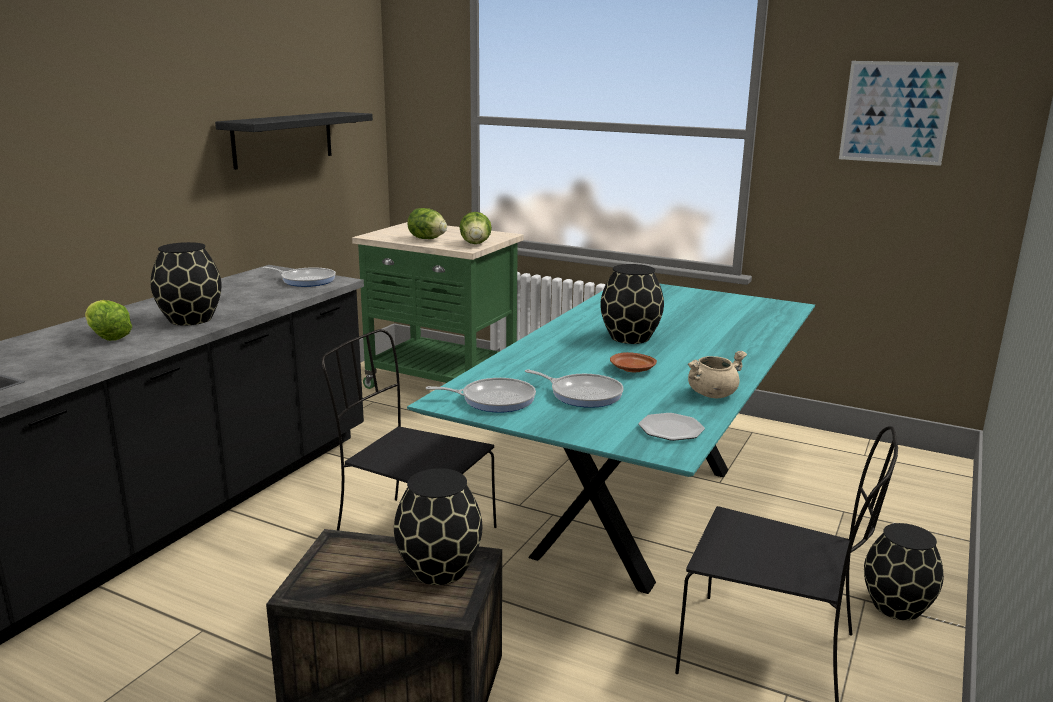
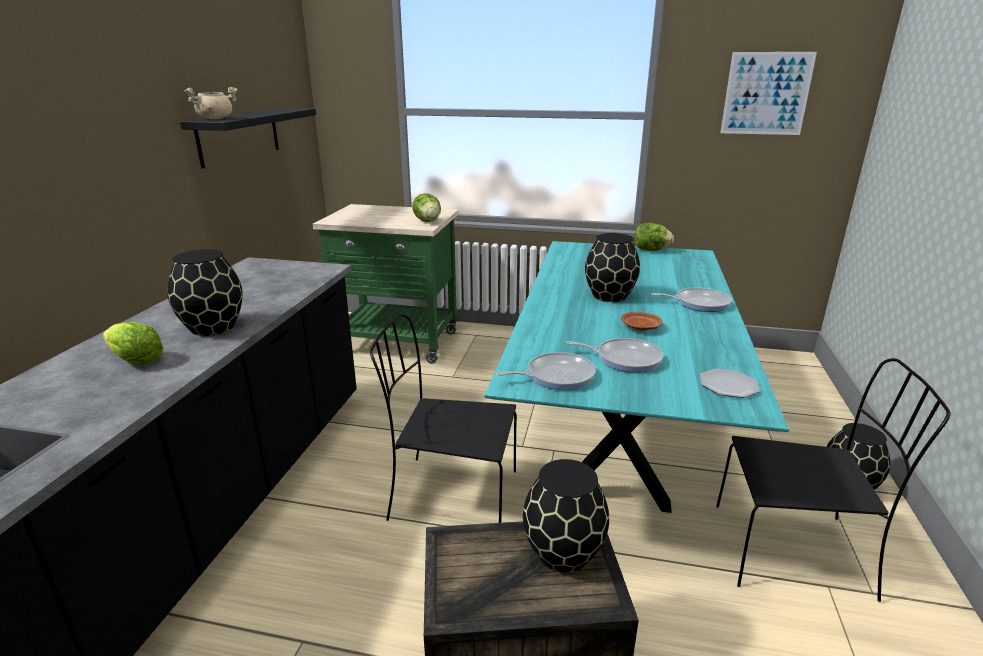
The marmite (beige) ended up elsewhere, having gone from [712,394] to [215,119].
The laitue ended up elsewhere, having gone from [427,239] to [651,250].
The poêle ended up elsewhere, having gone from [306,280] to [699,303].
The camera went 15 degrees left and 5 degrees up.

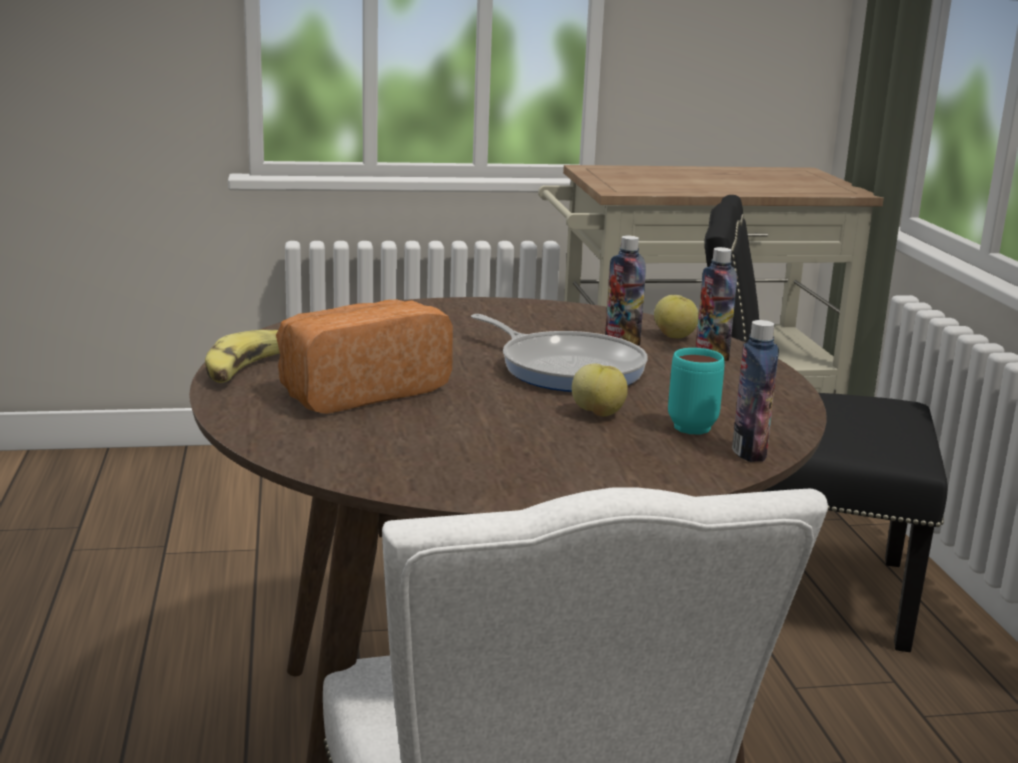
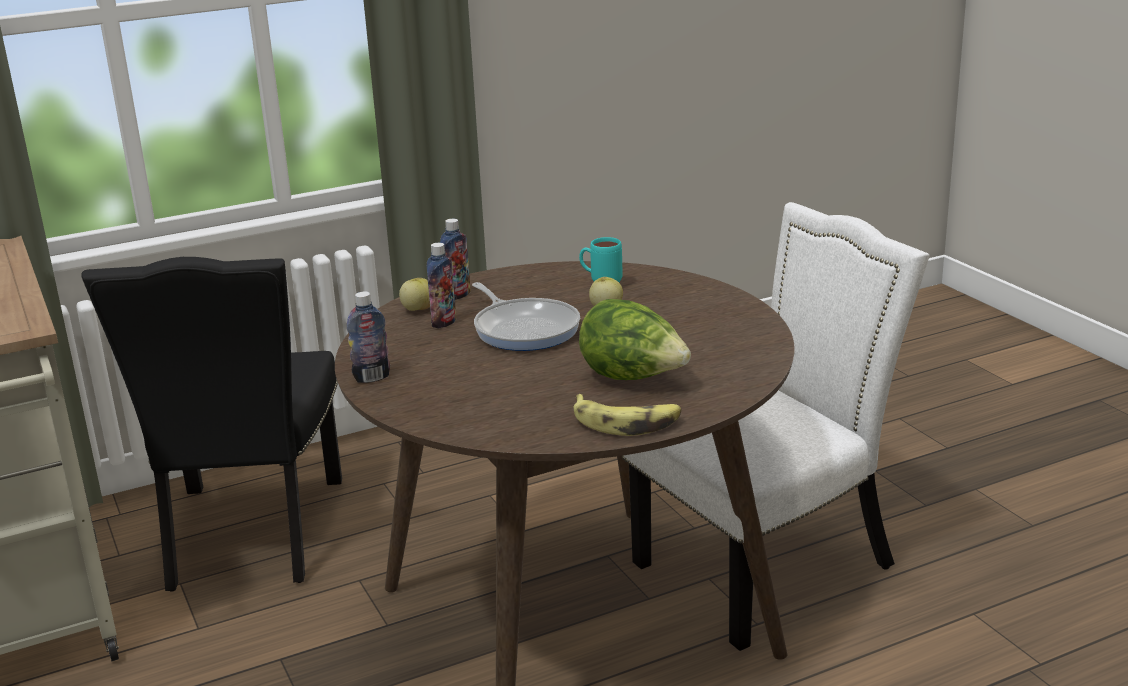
The bouteille ended up elsewhere, having gone from [749,452] to [372,377].
The poêle at [567,368] ended up facing another way, 120 degrees clockwise from before.
Where the pain stood at [359,390], the laitue came to stand at [633,378].
The camera went 105 degrees left and 5 degrees up.

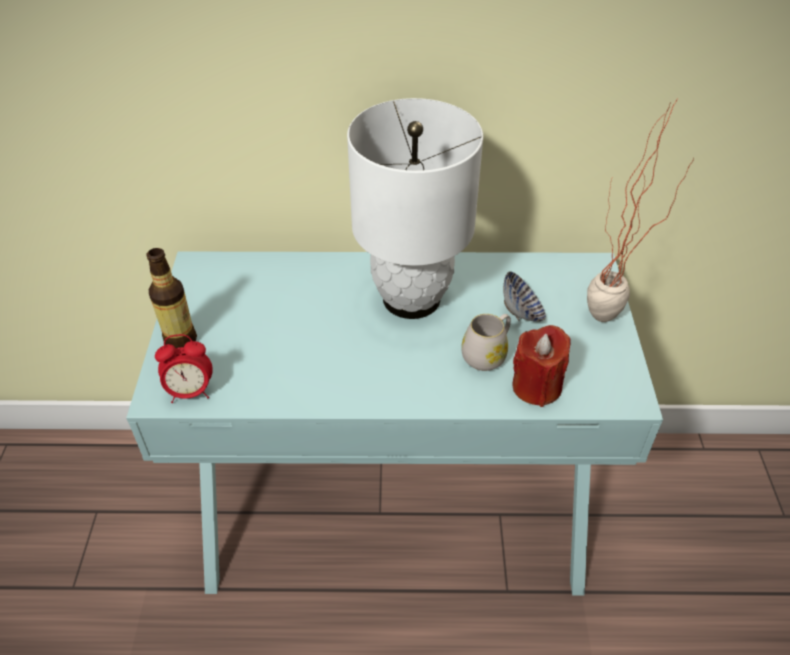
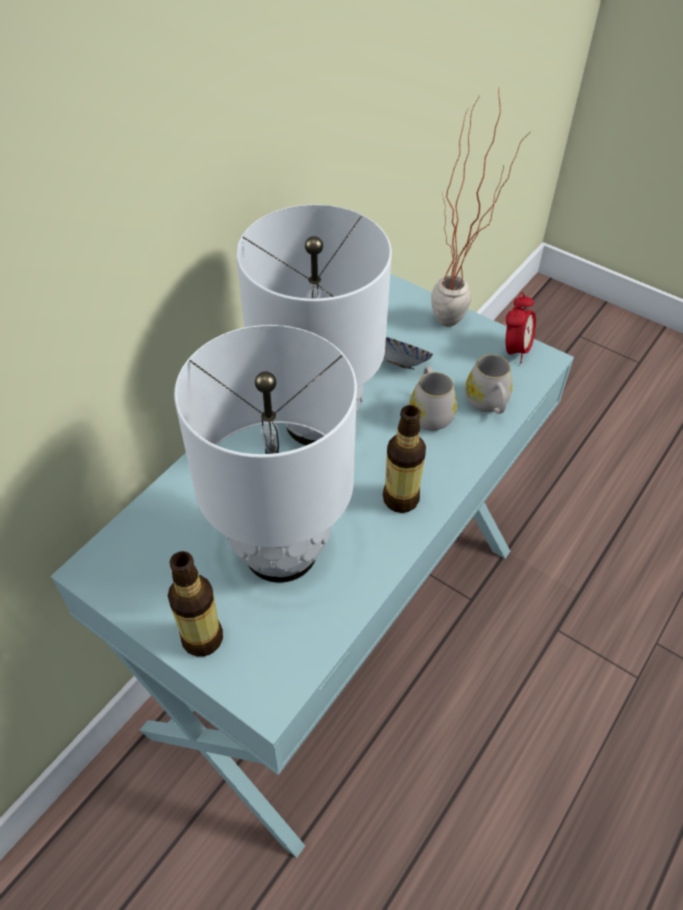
The second view gained the lampe de table (blanc) at [281,551].
The second view gained the bouteille at [400,499].
Where the bougie (rouge) stood at [536,386], the mug (blanc) came to stand at [488,404].
The réveil ended up elsewhere, having gone from [190,392] to [515,350].
The camera went 55 degrees left and 5 degrees up.

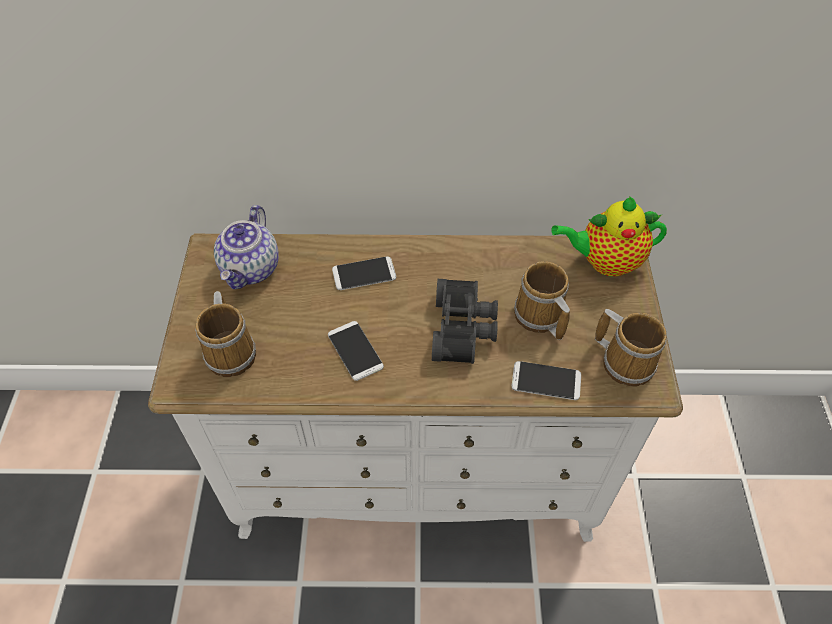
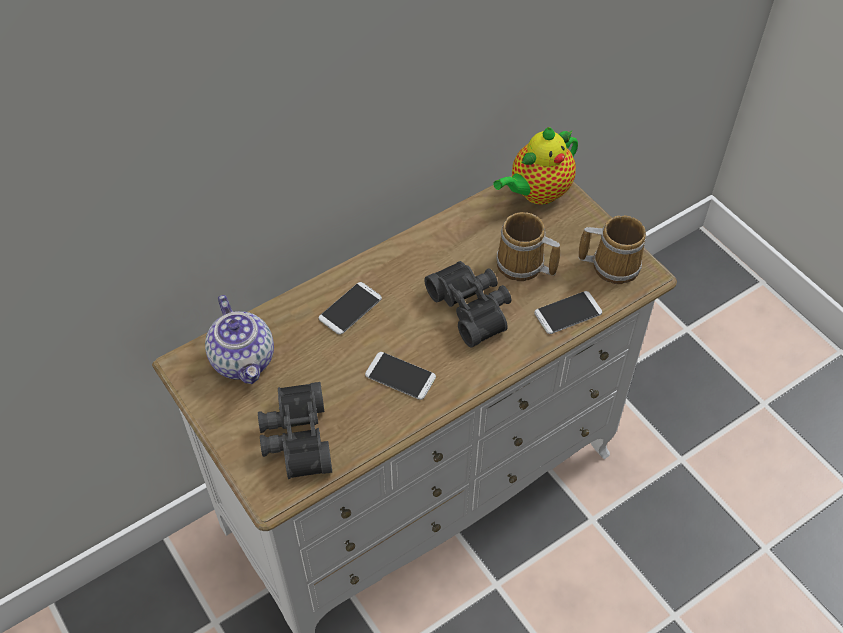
Where the mug stood at [232,352], the jumelles (noir) came to stand at [295,438].
The camera went 35 degrees left and 0 degrees up.

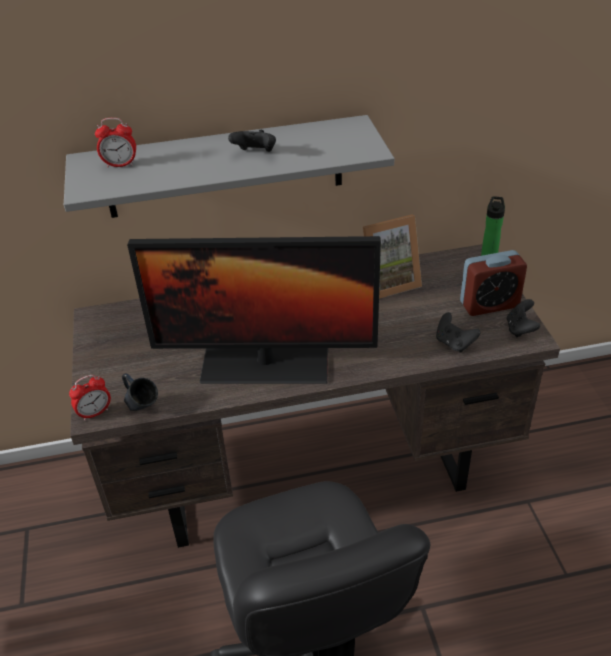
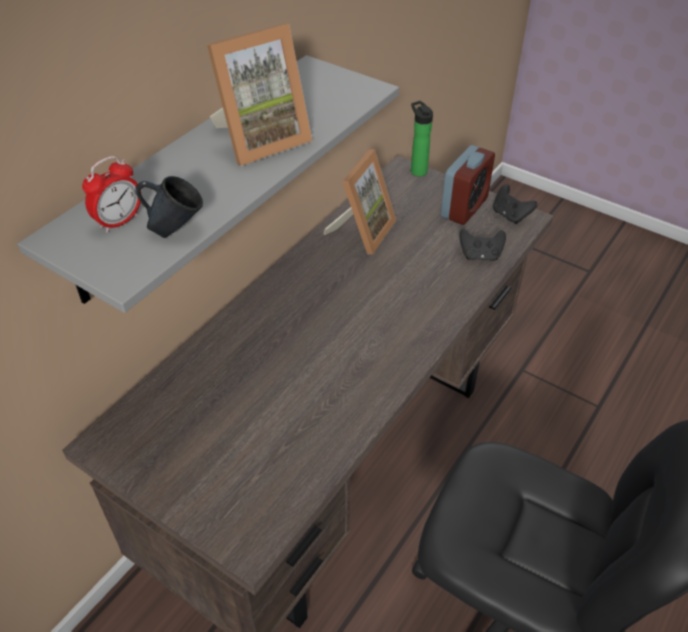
The mug (bleu) ended up elsewhere, having gone from [142,409] to [176,230].
Where the manette (noir) stood at [255,154], the cadre photo came to stand at [261,139].
The second view lost the réveil at [95,413].
The second view lost the écran d'ordinateur at [265,363].
The camera went 45 degrees left and 5 degrees up.

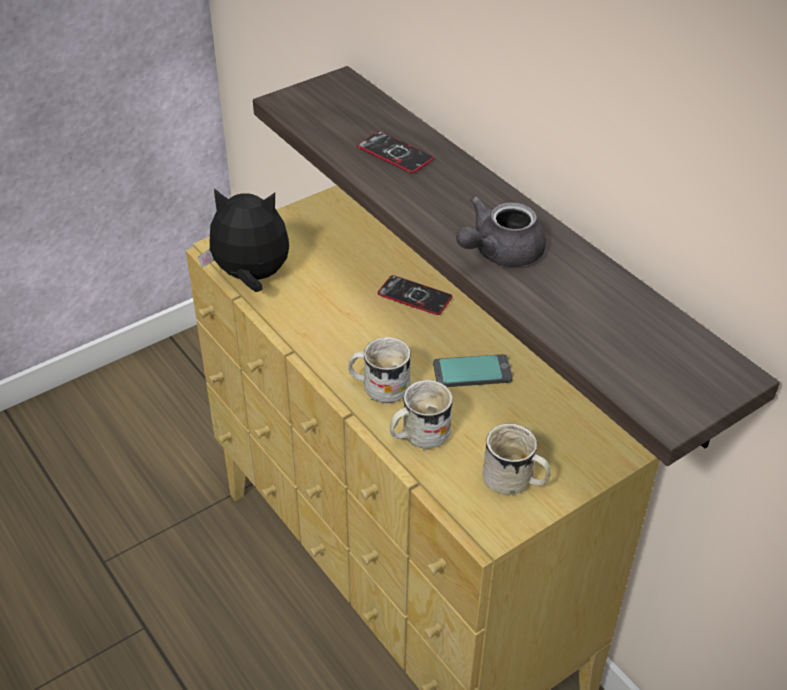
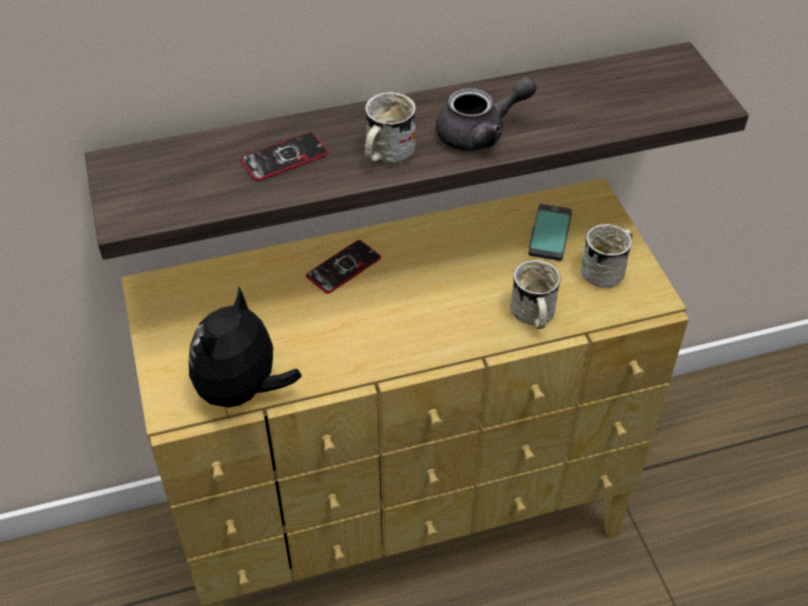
The mug (blanc) ended up elsewhere, having gone from [379,387] to [385,155].
The théière (gris) at [499,253] ended up facing another way, 90 degrees counterclockwise from before.
The téléphone ended up elsewhere, having gone from [472,372] to [549,233].
The camera went 70 degrees left and 5 degrees up.

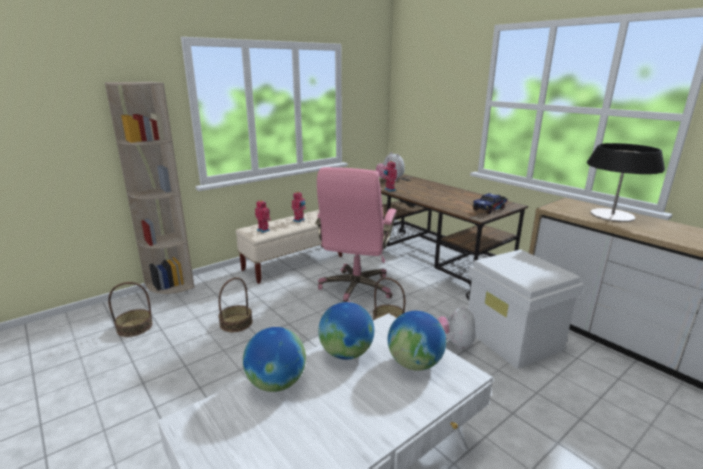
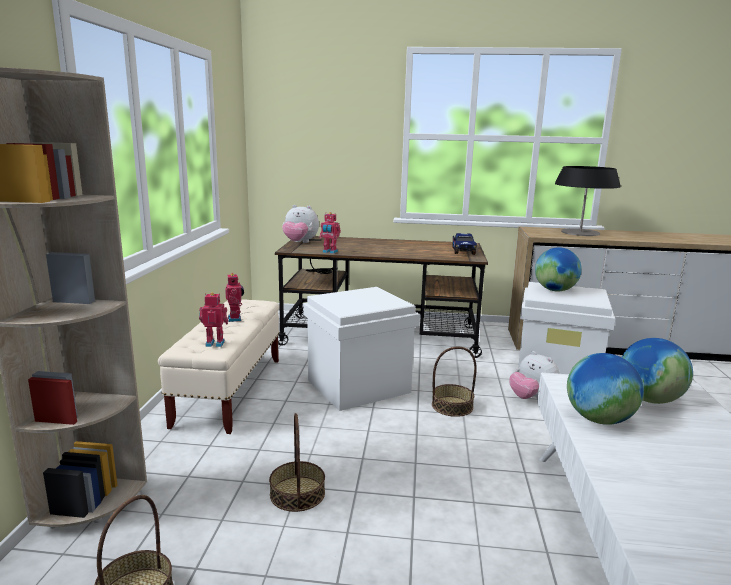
Where the chaise de bureau (rose) stood at [356,287], the boîte de rangement (blanc) came to stand at [358,387].
The globe ended up elsewhere, having gone from [276,383] to [555,290].
The camera went 45 degrees left and 5 degrees down.

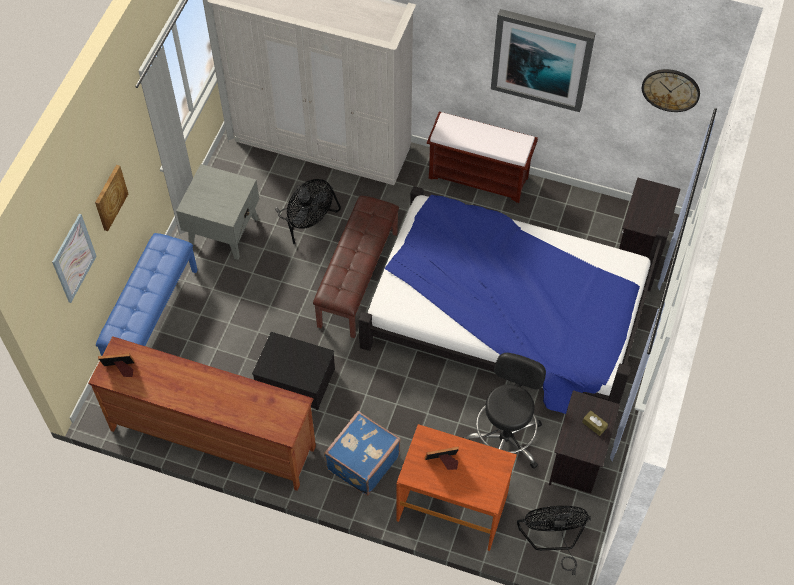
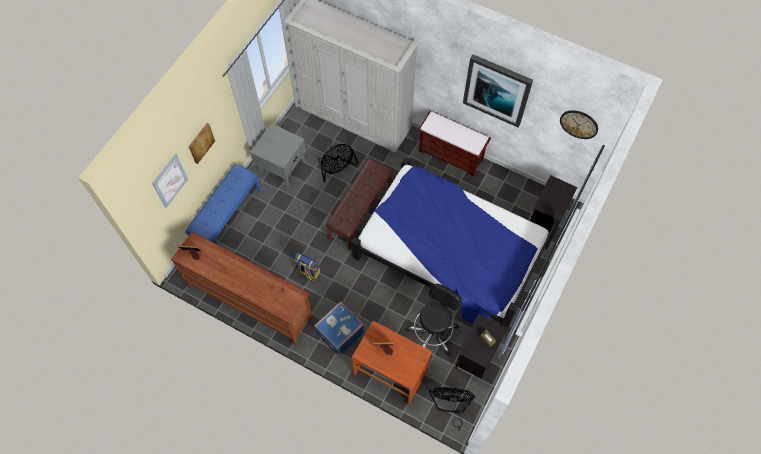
Where the boîte de rangement stood at [295,380], the sac à dos came to stand at [307,272].
The camera went 10 degrees right and 5 degrees up.

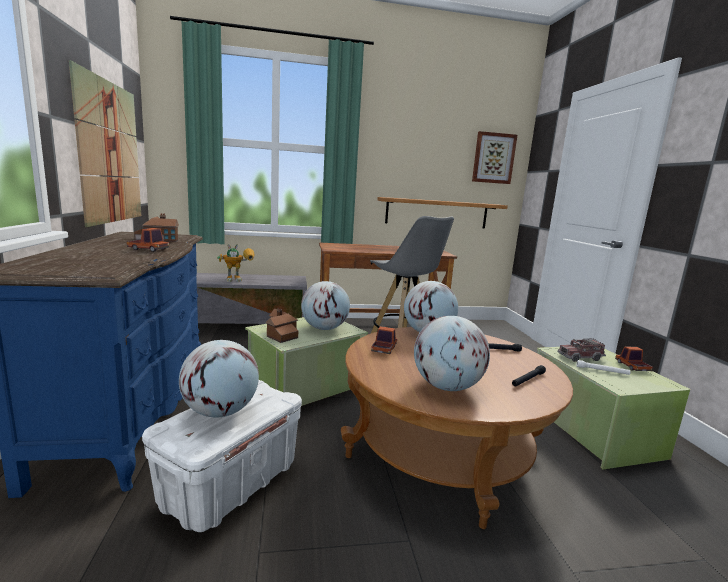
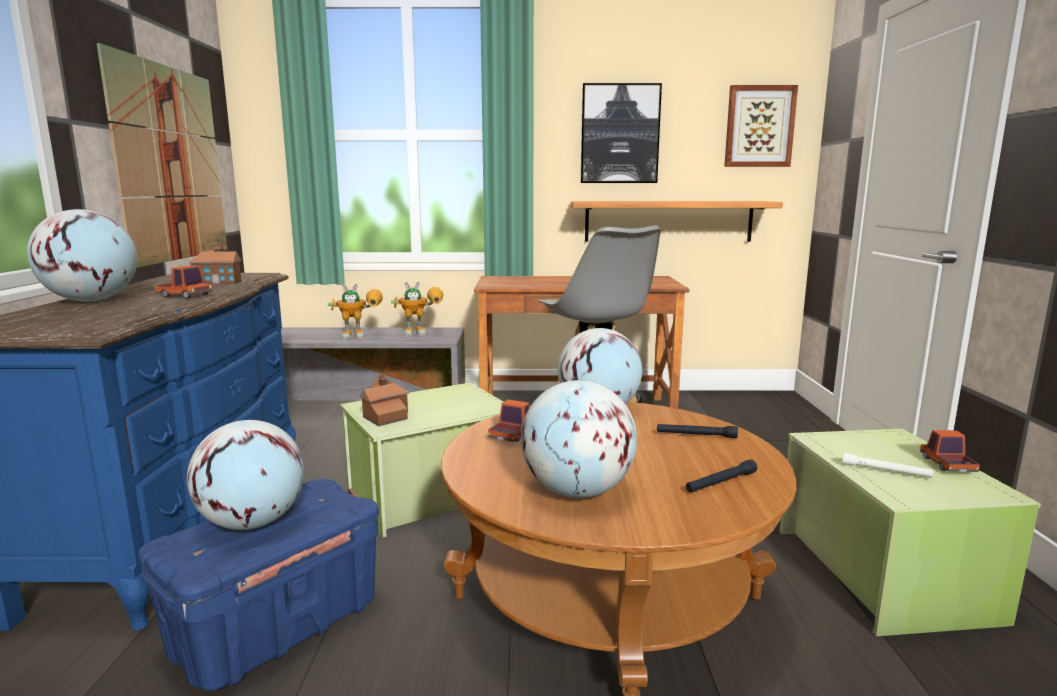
The globe ended up elsewhere, having gone from [324,328] to [91,301].
What was the boîte de rangement (blanc) at [231,483] turned into the boîte de rangement (bleu) at [278,627].
The second view gained the robot jouet at [423,332].
The second view gained the tableau at [619,134].
The second view lost the camion jouet at [580,357].
The camera went 10 degrees right and 0 degrees up.

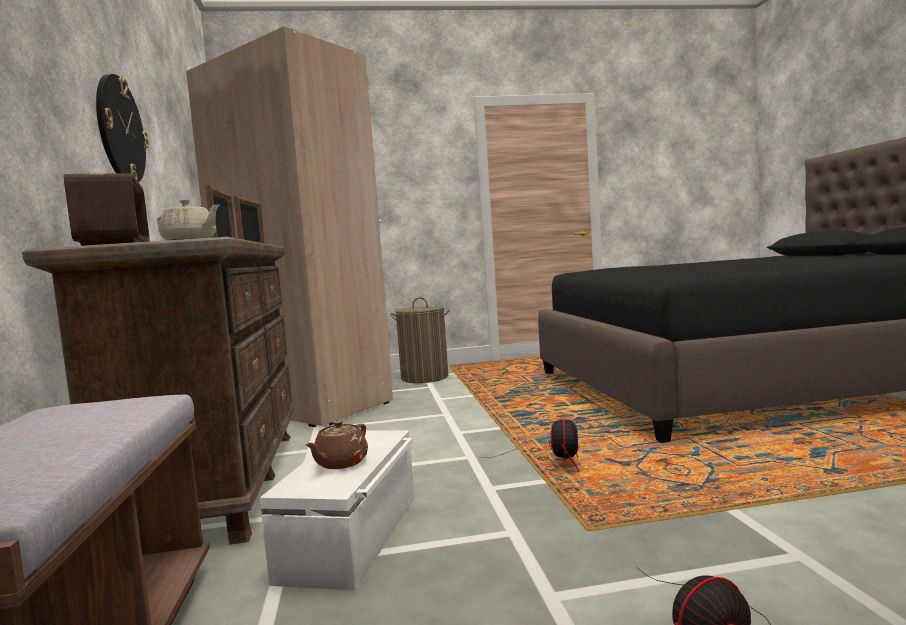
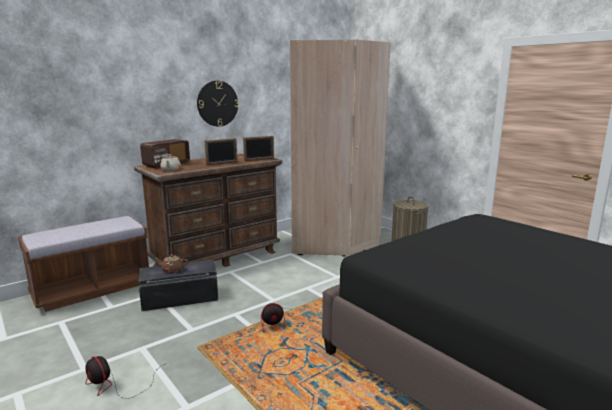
What was the boîte de rangement (blanc) at [354,535] turned into the boîte de rangement (noir) at [180,298].
The camera went 60 degrees right and 10 degrees up.

